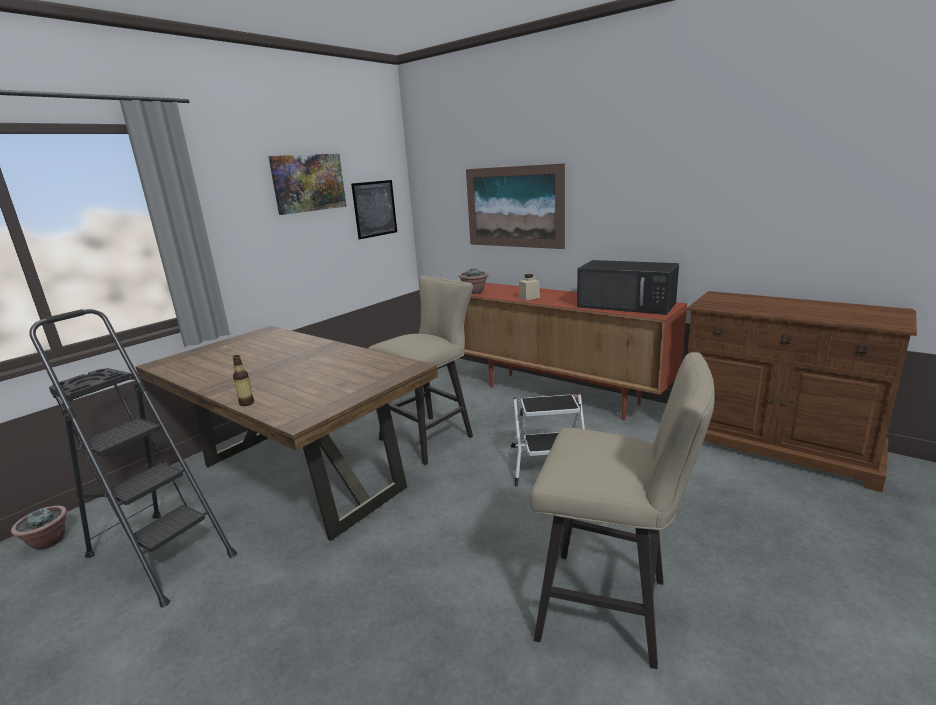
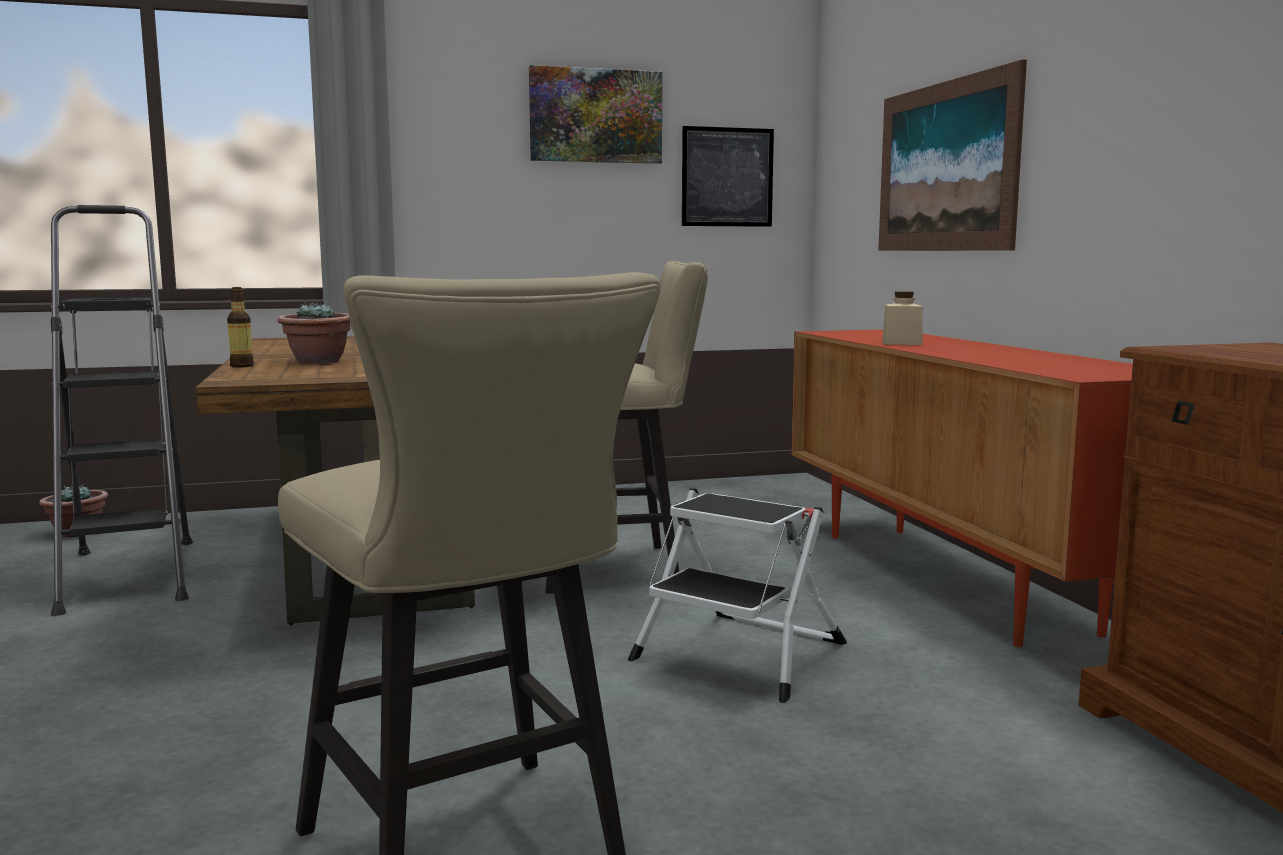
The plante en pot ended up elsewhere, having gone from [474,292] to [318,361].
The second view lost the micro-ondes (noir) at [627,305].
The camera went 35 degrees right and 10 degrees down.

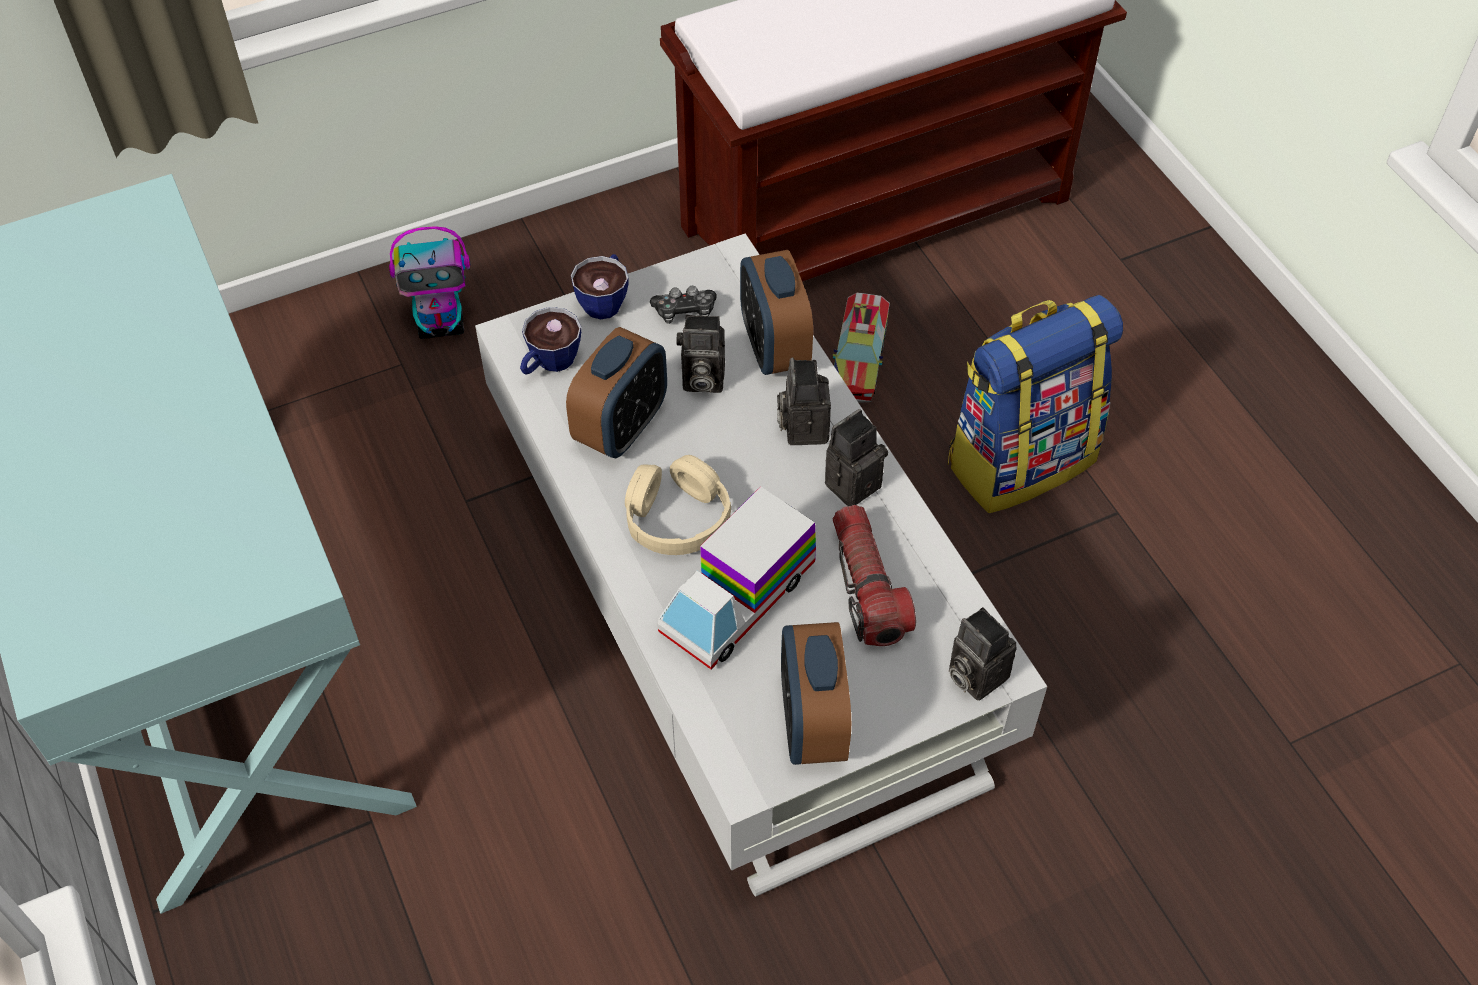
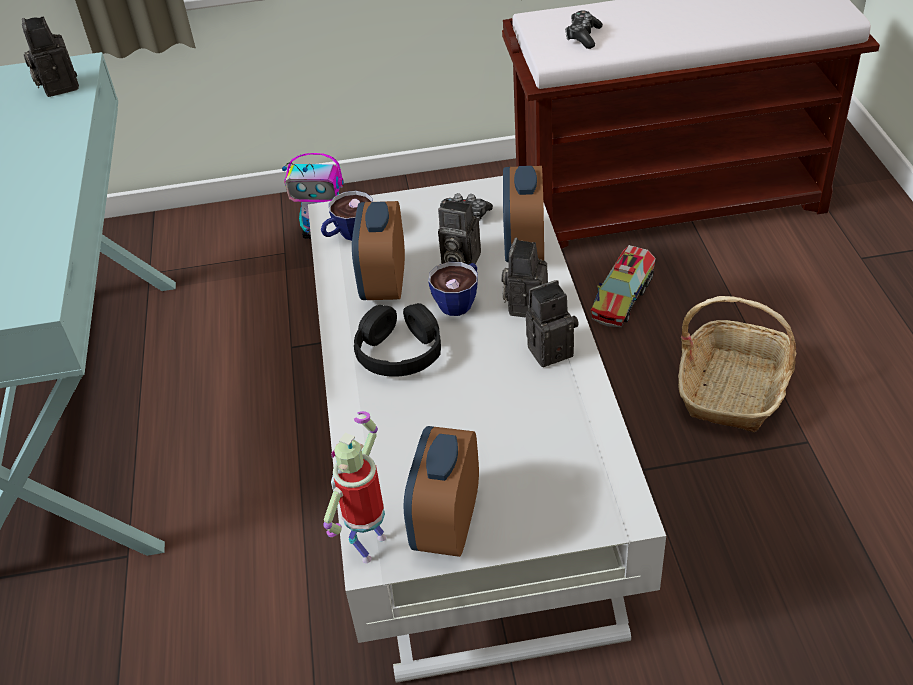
The appareil photo ended up elsewhere, having gone from [973,674] to [58,85].
The second view gained the robot jouet at [369,545].
The réveil at [621,427] ended up facing another way, 135 degrees clockwise from before.
What was the casque audio (beige) at [677,517] turned into the casque audio (noir) at [399,352].
The tasse ended up elsewhere, having gone from [605,299] to [460,301].
The second view gained the manette at [583,36].
Where the sac à dos stood at [1020,459], the panier came to stand at [733,388].
The second view lost the camion jouet at [737,600].
The second view lost the lampe de poche at [867,586].
The camera went 20 degrees right and 10 degrees down.

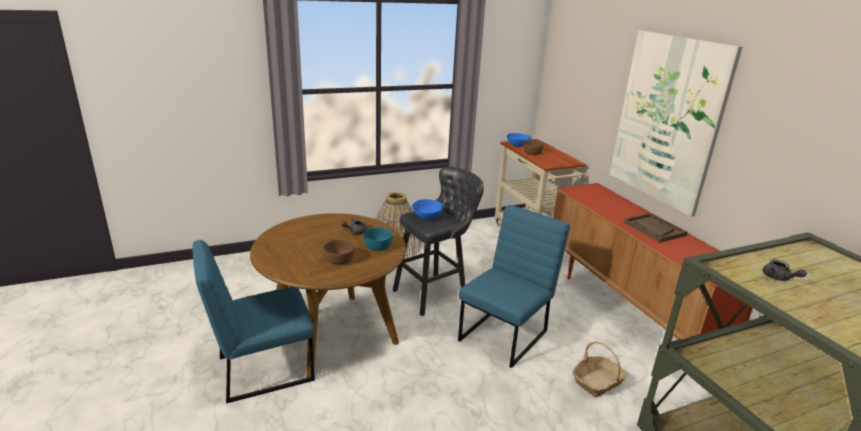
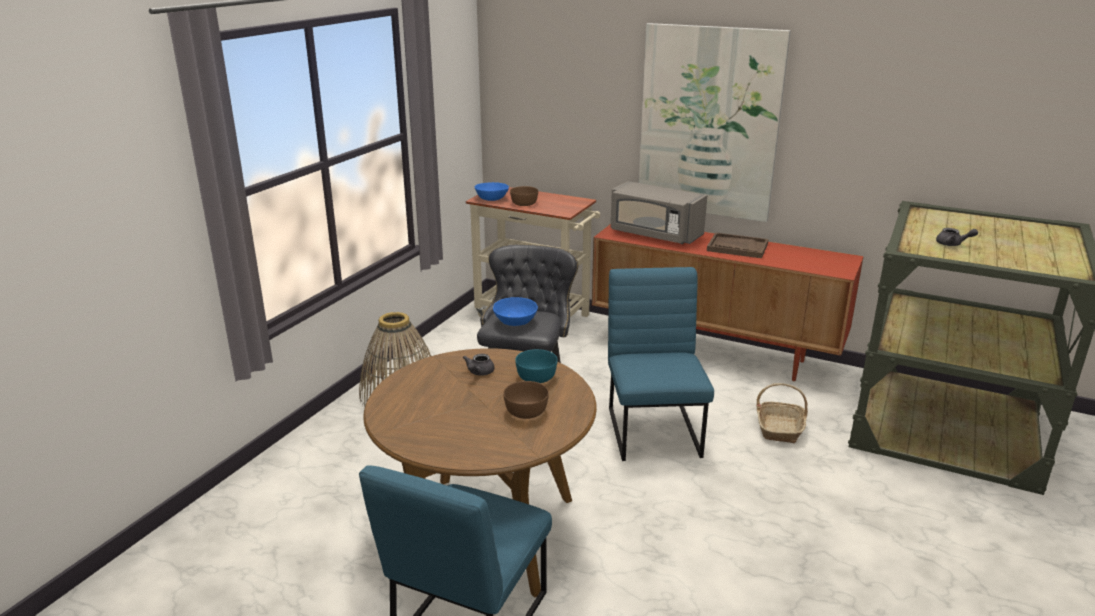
The second view gained the micro-ondes (gris) at [655,234].
The camera went 40 degrees left and 0 degrees up.

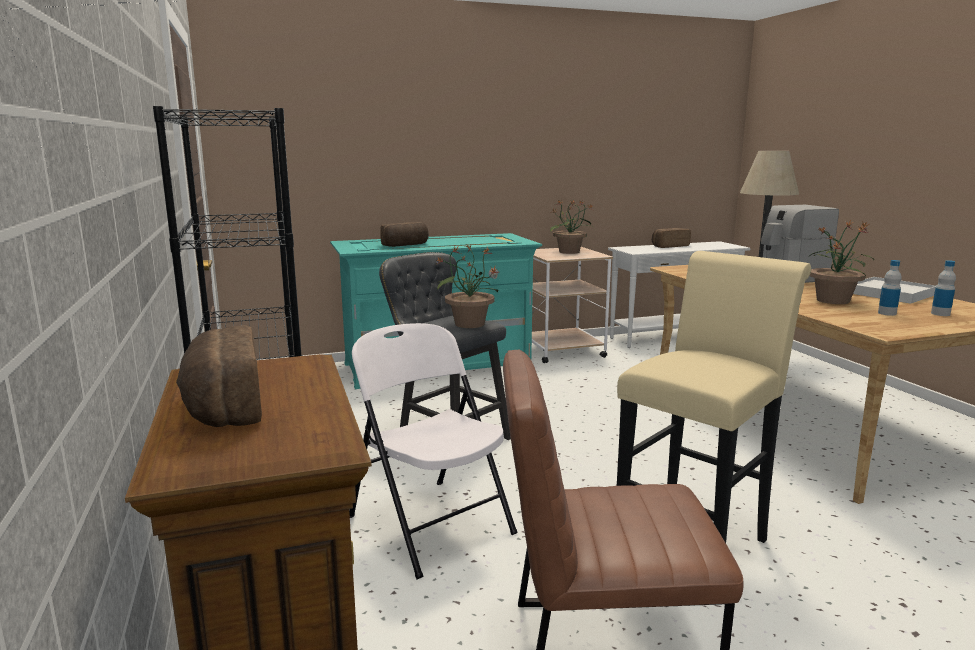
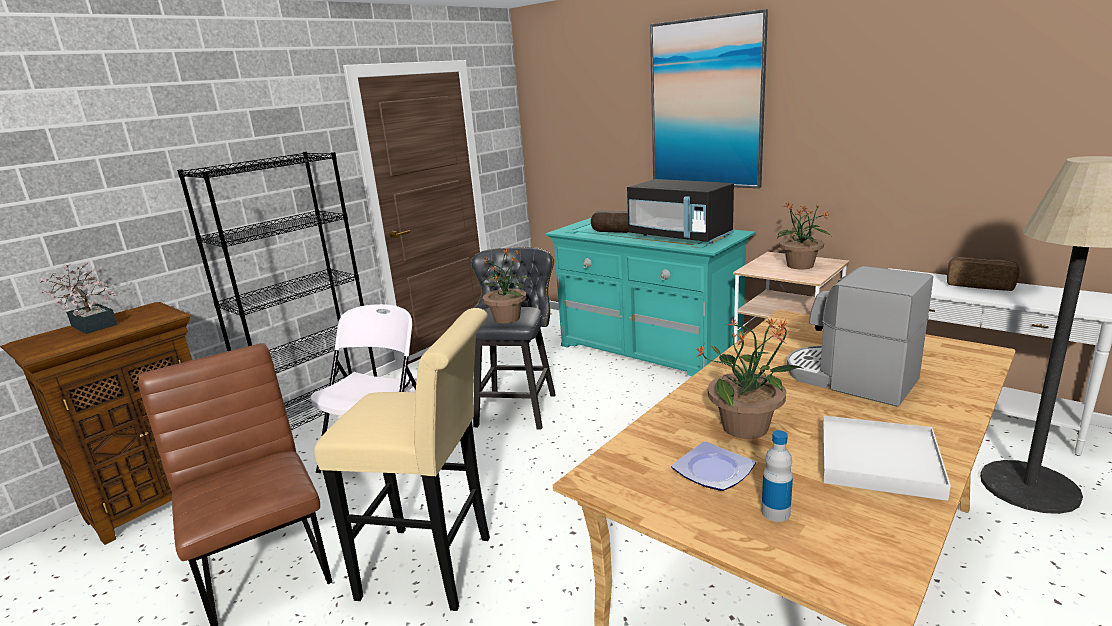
Where the pain stood at [221,405], the plante en pot came to stand at [93,324].
The second view gained the micro-ondes (noir) at [680,237].
The second view gained the tableau at [706,104].
Where the bouteille stood at [887,313], the assiette came to stand at [715,471].
The camera went 60 degrees right and 5 degrees up.

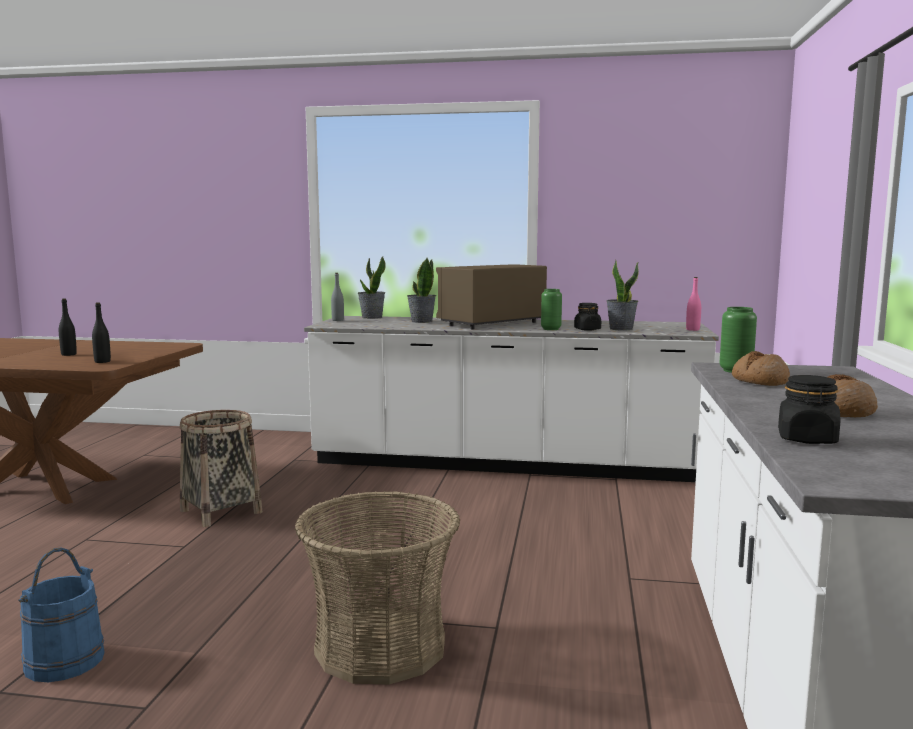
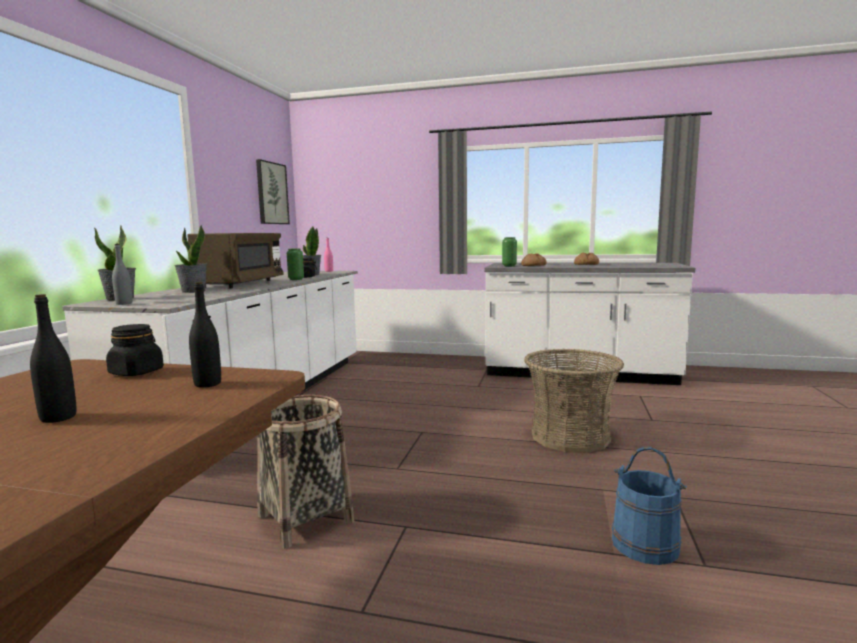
The bocal (noir) ended up elsewhere, having gone from [807,439] to [137,372].
The micro-ondes (marron) at [491,323] ended up facing another way, 135 degrees counterclockwise from before.
The second view gained the tableau at [271,193].
The camera went 85 degrees left and 0 degrees up.

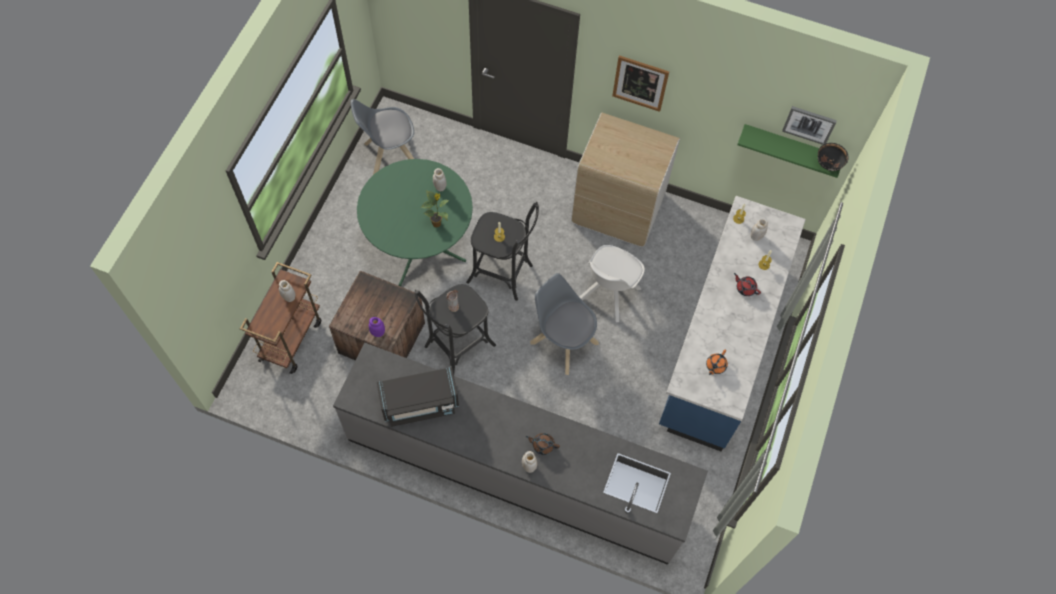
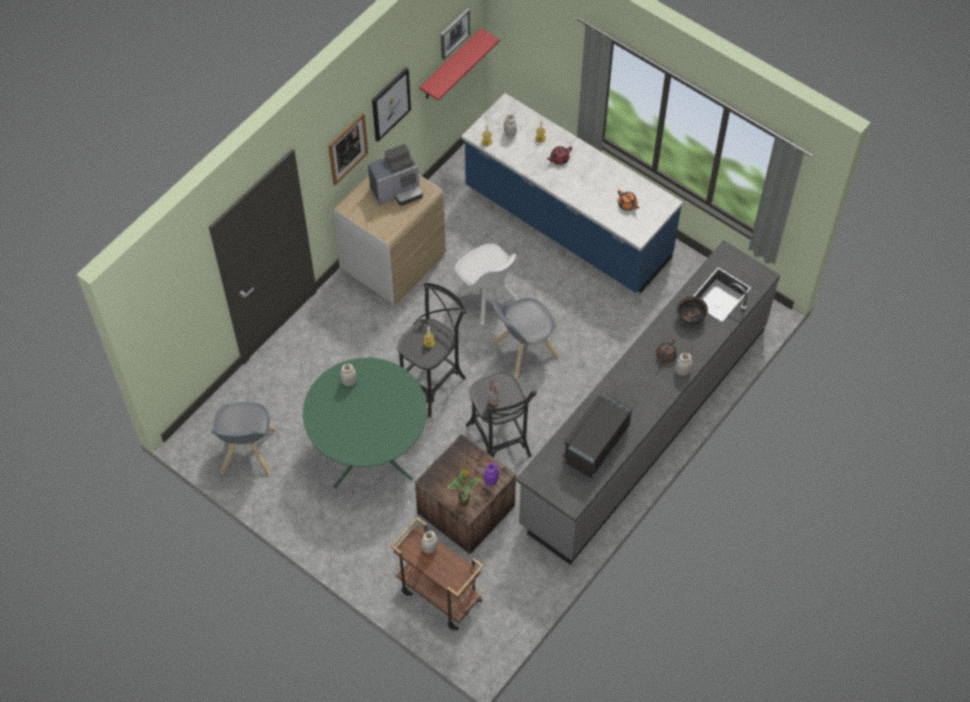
The second view gained the machine à café at [397,191].
The second view gained the tableau at [390,104].
What was the étagère (vert) at [790,147] turned into the étagère (rouge) at [450,65].
The plante en pot ended up elsewhere, having gone from [437,223] to [464,501].
The micro-ondes (noir) at [419,403] ended up facing another way, 150 degrees counterclockwise from before.
The bol (noir) ended up elsewhere, having gone from [828,165] to [690,318].
The camera went 70 degrees left and 5 degrees down.

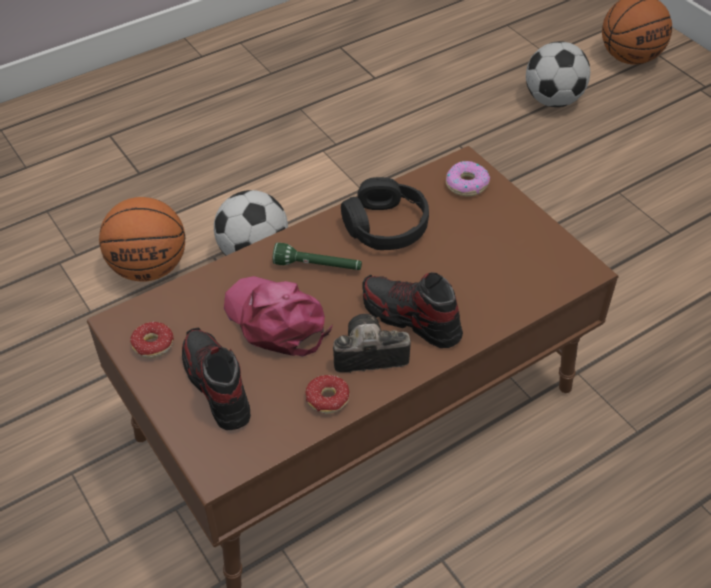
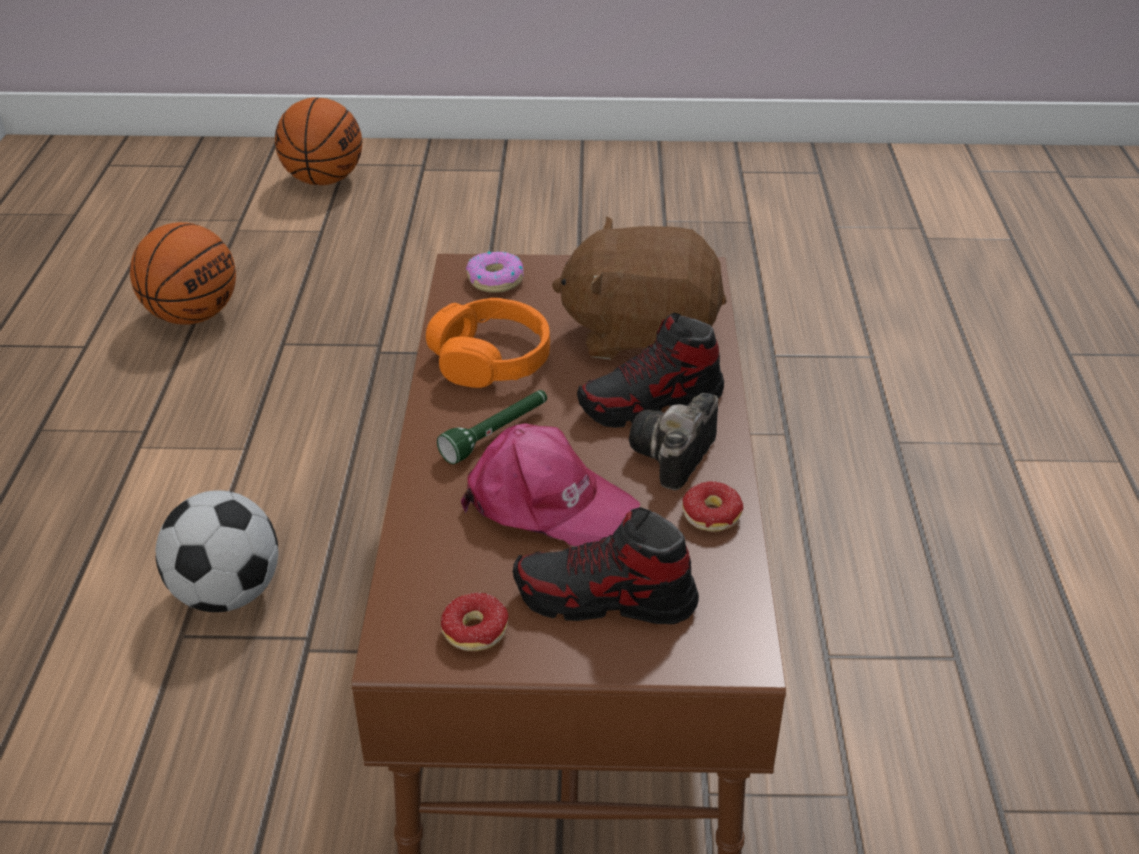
The ballon de basket ended up elsewhere, having gone from [149,268] to [193,316].
What was the casque audio (noir) at [385,226] turned into the casque audio (orange) at [491,359].
The casquette (rose) at [276,320] ended up facing another way, 150 degrees counterclockwise from before.
The second view gained the peluche (marron) at [641,334].
The second view lost the ballon de foot at [553,100].
The camera went 55 degrees left and 10 degrees down.

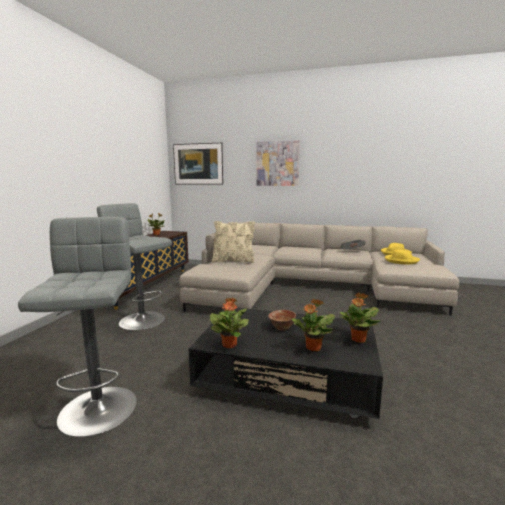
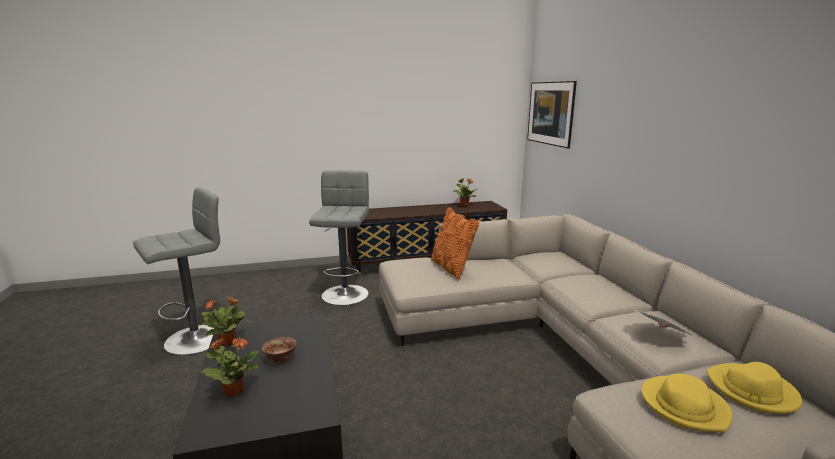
What was the coussin (beige) at [233,261] turned into the coussin (orange) at [451,268].
The second view lost the tableau at [277,163].
The second view lost the plante en pot at [358,340].
The camera went 60 degrees right and 5 degrees up.

